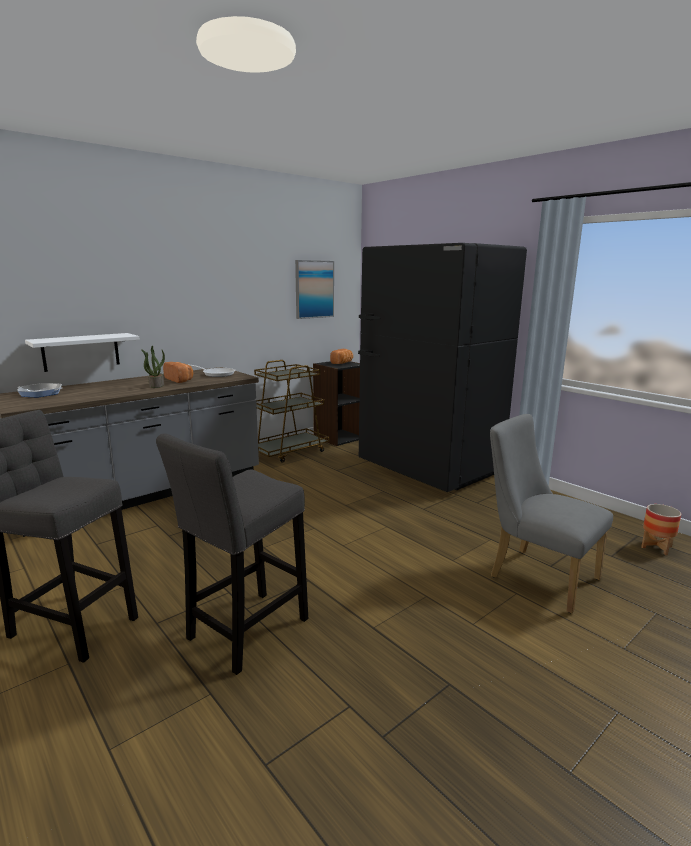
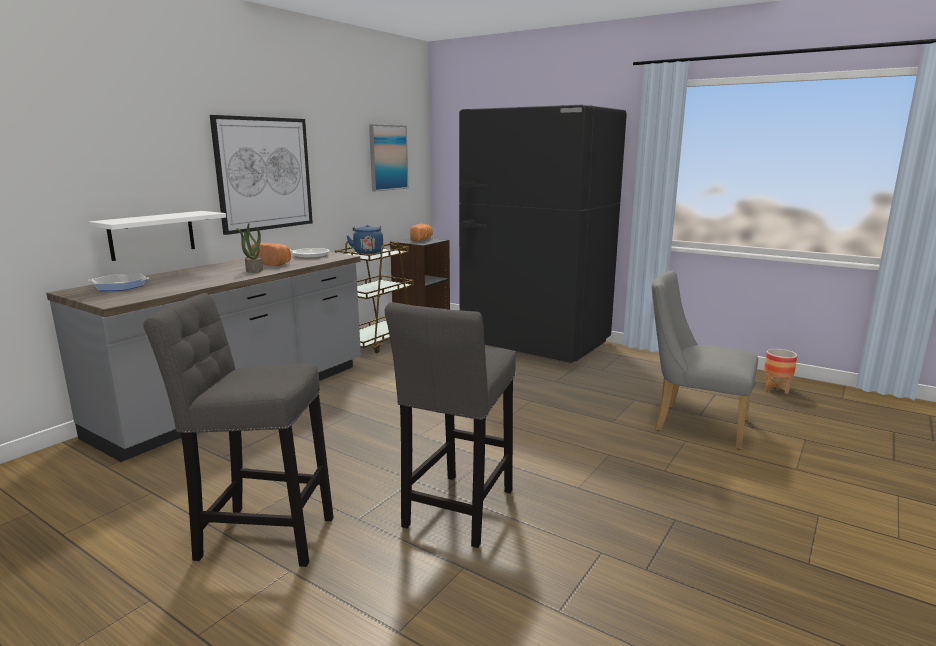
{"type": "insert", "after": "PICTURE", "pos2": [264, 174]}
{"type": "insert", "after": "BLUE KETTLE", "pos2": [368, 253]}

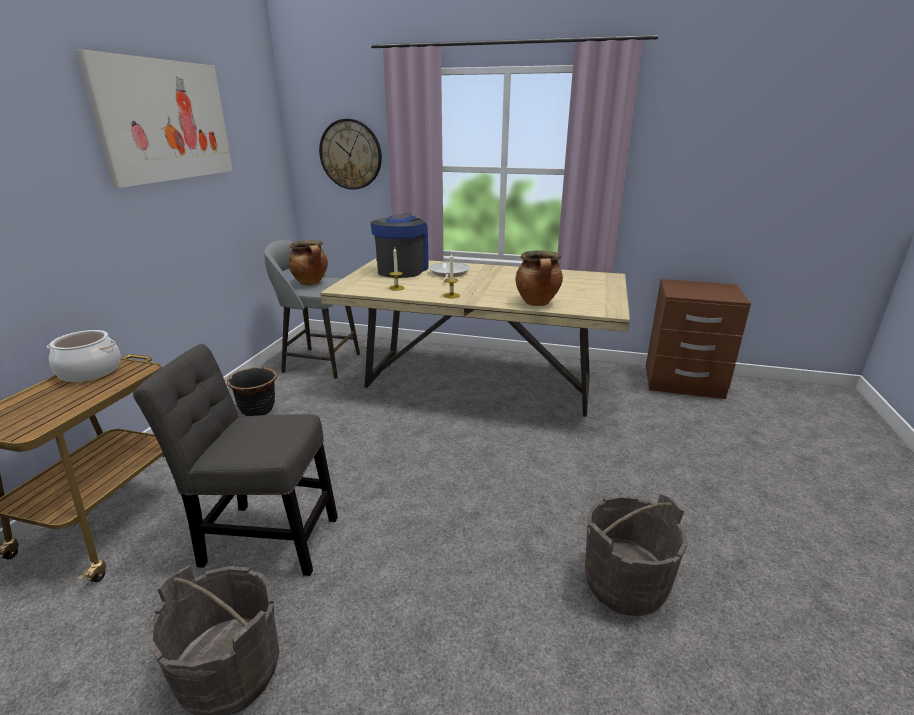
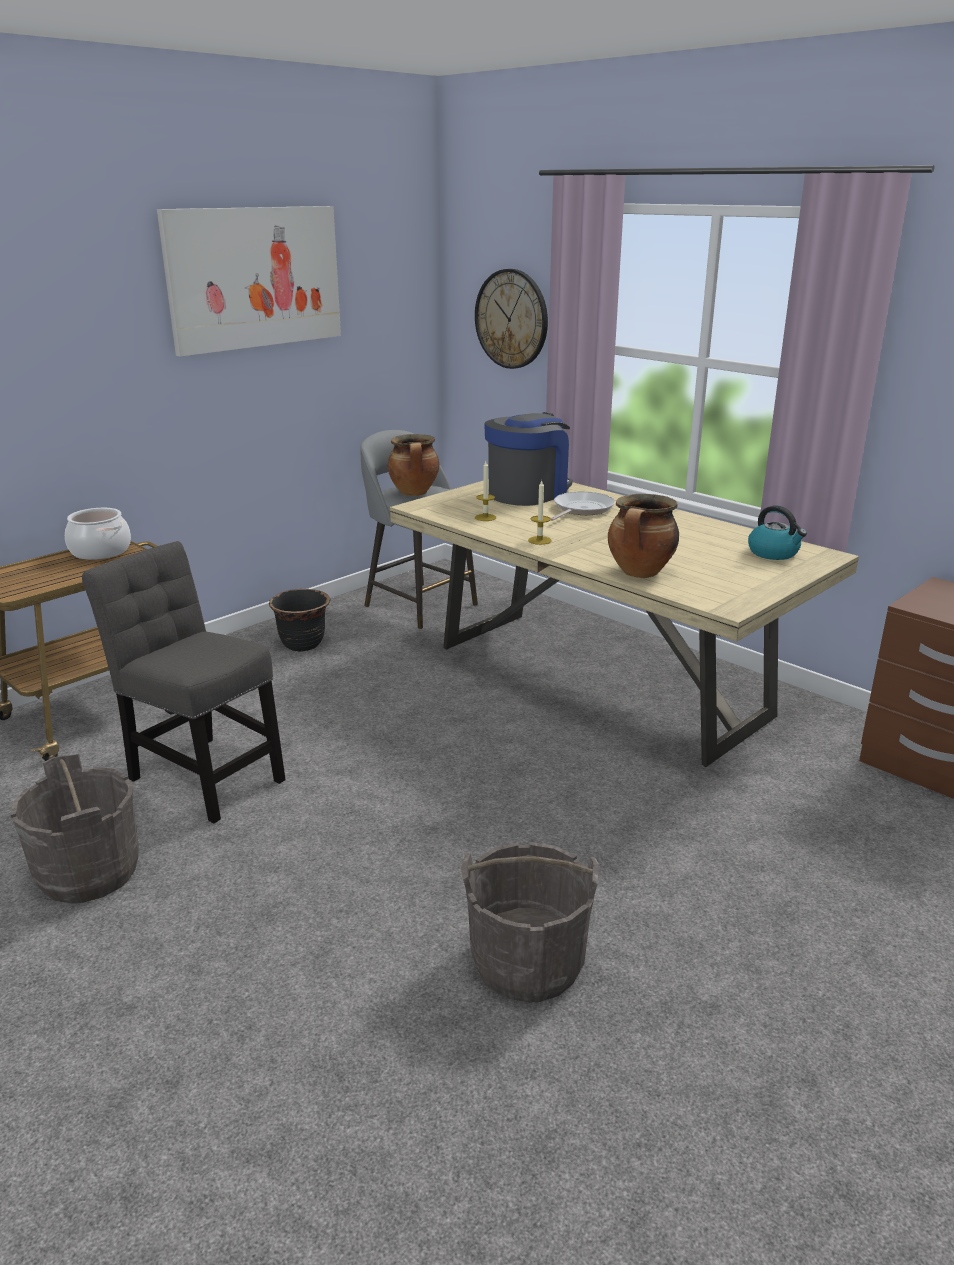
{"type": "insert", "after": "KETTLE", "pos2": [774, 553]}

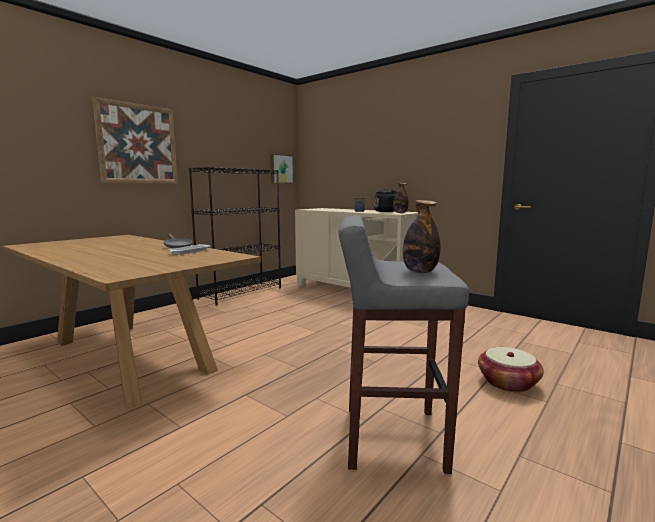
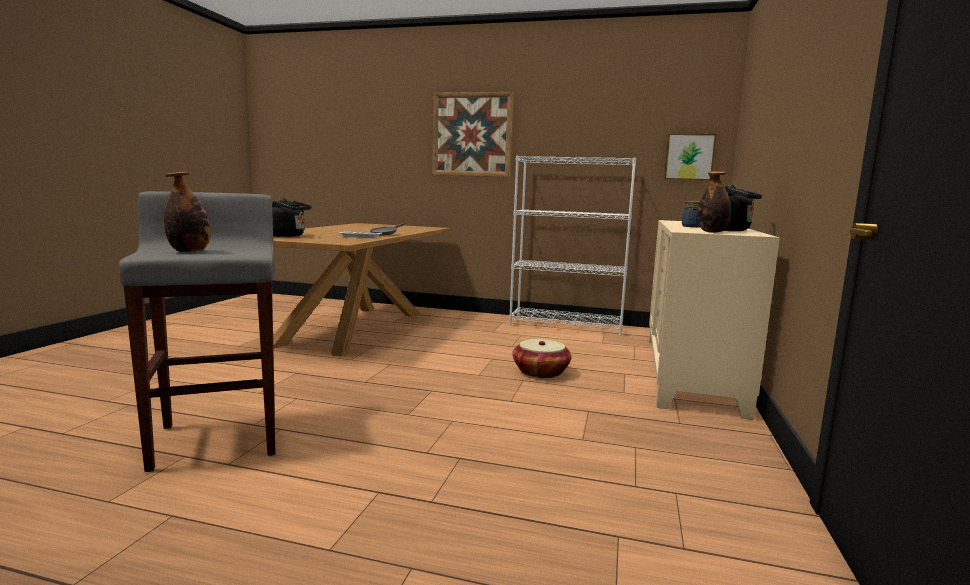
{"type": "insert", "after": "BLACK KETTLE", "pos2": [288, 236]}
{"type": "recolor", "before": "BLACK BOOKCASE", "after": "WHITE BOOKCASE", "pos1": [241, 293], "pos2": [567, 325]}
{"type": "move", "before": "BASKET", "pos1": [508, 383], "pos2": [540, 372]}

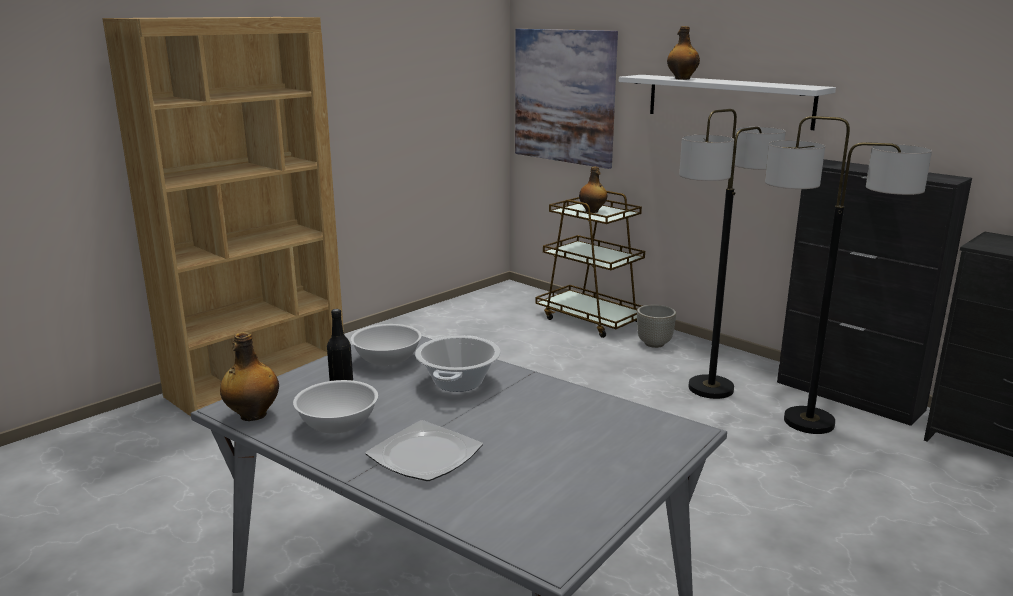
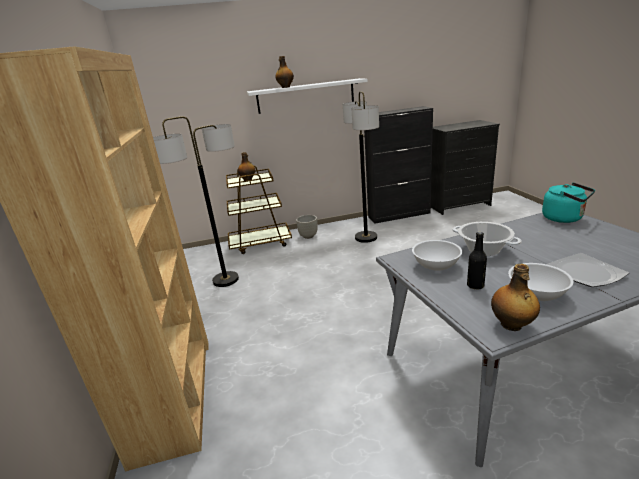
{"type": "move", "before": "FLOOR LAMP", "pos1": [809, 422], "pos2": [226, 280]}
{"type": "insert", "after": "TURQUOISE KETTLE", "pos2": [564, 218]}
{"type": "delete", "before": "PICTURE", "pos1": [564, 96]}

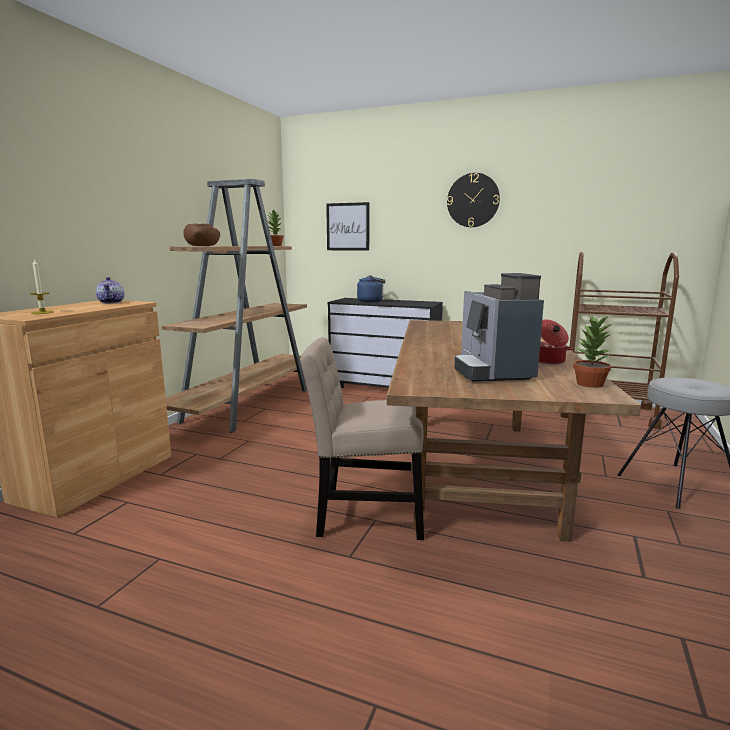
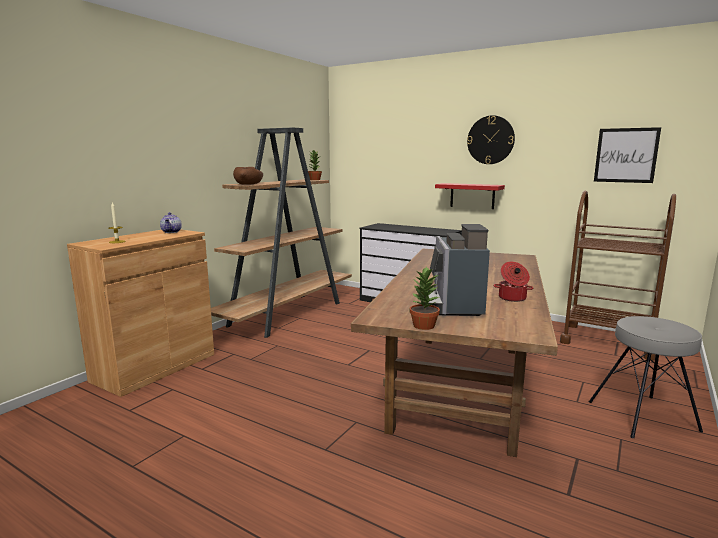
{"type": "move", "before": "POTTED PLANT", "pos1": [589, 384], "pos2": [423, 326]}
{"type": "insert", "after": "RED SHELF", "pos2": [472, 196]}
{"type": "move", "before": "PICTURE", "pos1": [348, 226], "pos2": [626, 155]}
{"type": "delete", "before": "BEIGE CHAIR", "pos1": [365, 517]}
{"type": "delete", "before": "BLUE KETTLE", "pos1": [372, 301]}

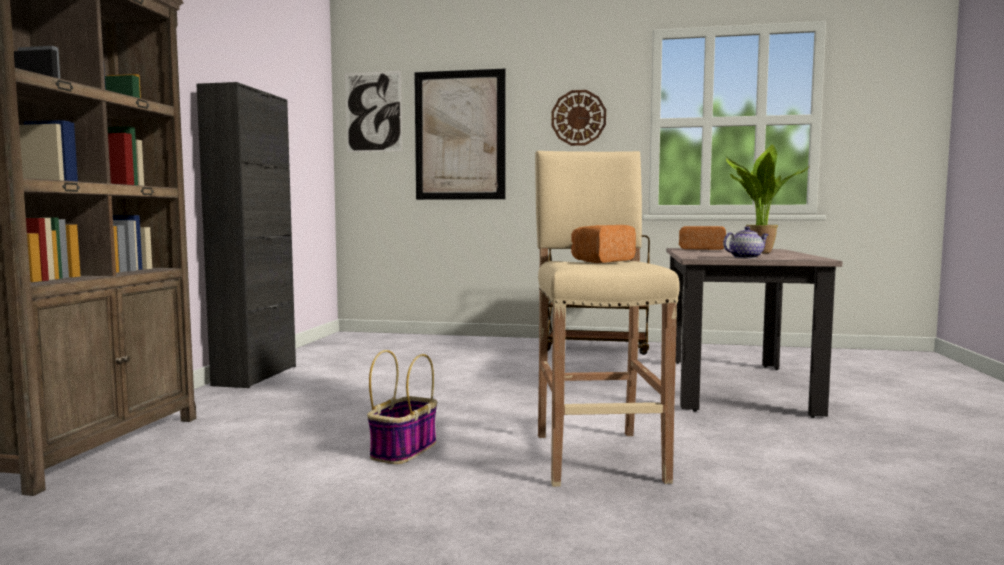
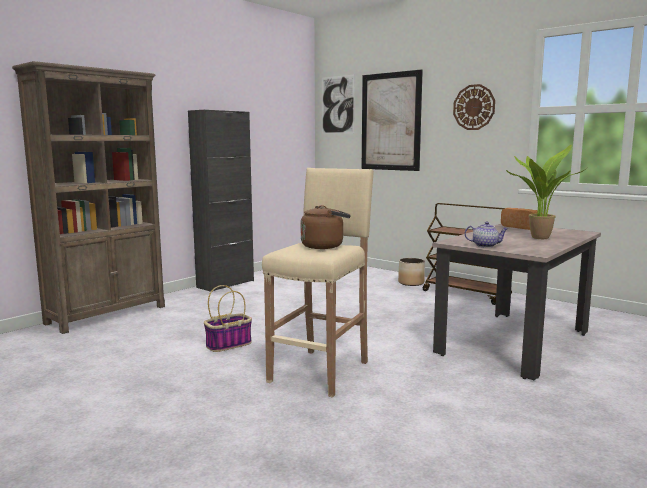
{"type": "replace", "before": "BREAD", "after": "BROWN KETTLE", "pos1": [601, 261], "pos2": [324, 246]}
{"type": "insert", "after": "PLANTER", "pos2": [411, 283]}

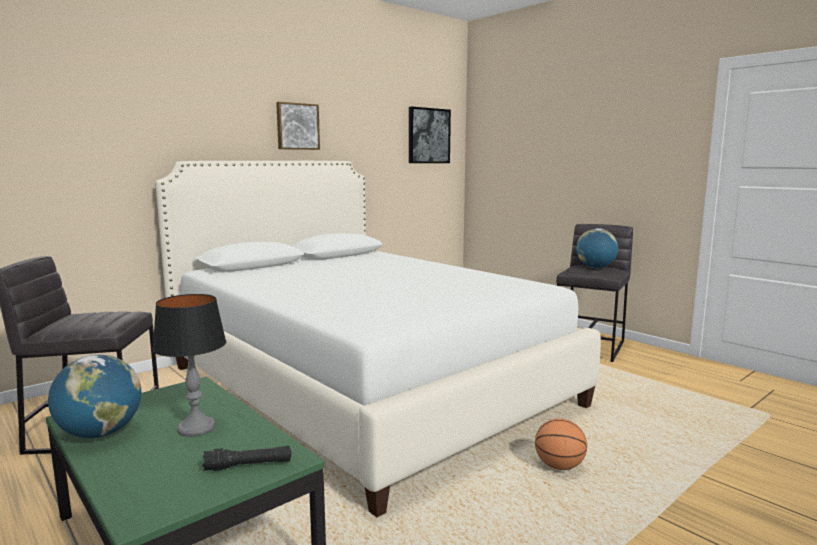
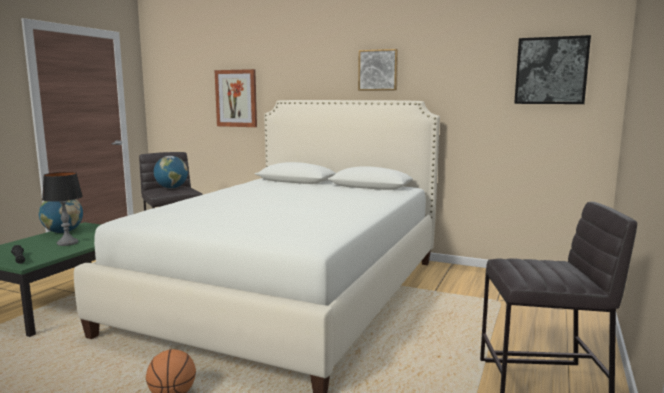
{"type": "move", "before": "GLOBE", "pos1": [595, 267], "pos2": [171, 188]}
{"type": "insert", "after": "PICTURE", "pos2": [236, 98]}

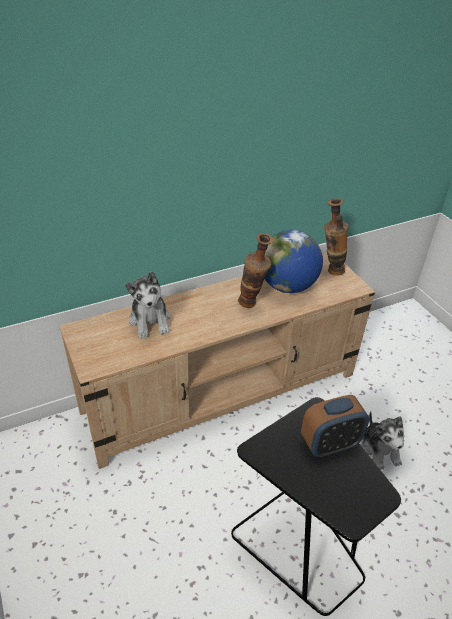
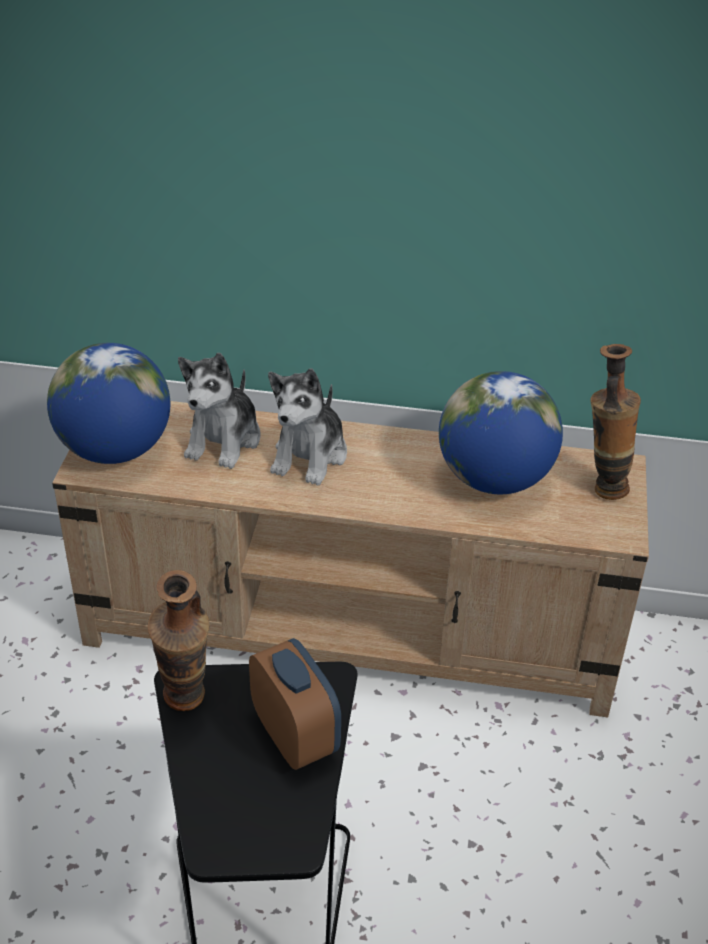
{"type": "insert", "after": "GLOBE", "pos2": [115, 449]}
{"type": "move", "before": "VASE", "pos1": [252, 305], "pos2": [186, 707]}
{"type": "rotate", "before": "ALARM CLOCK", "pos1": [330, 444], "pos2": [295, 736], "turn": -135}
{"type": "move", "before": "PLUSH TOY", "pos1": [379, 450], "pos2": [310, 455]}

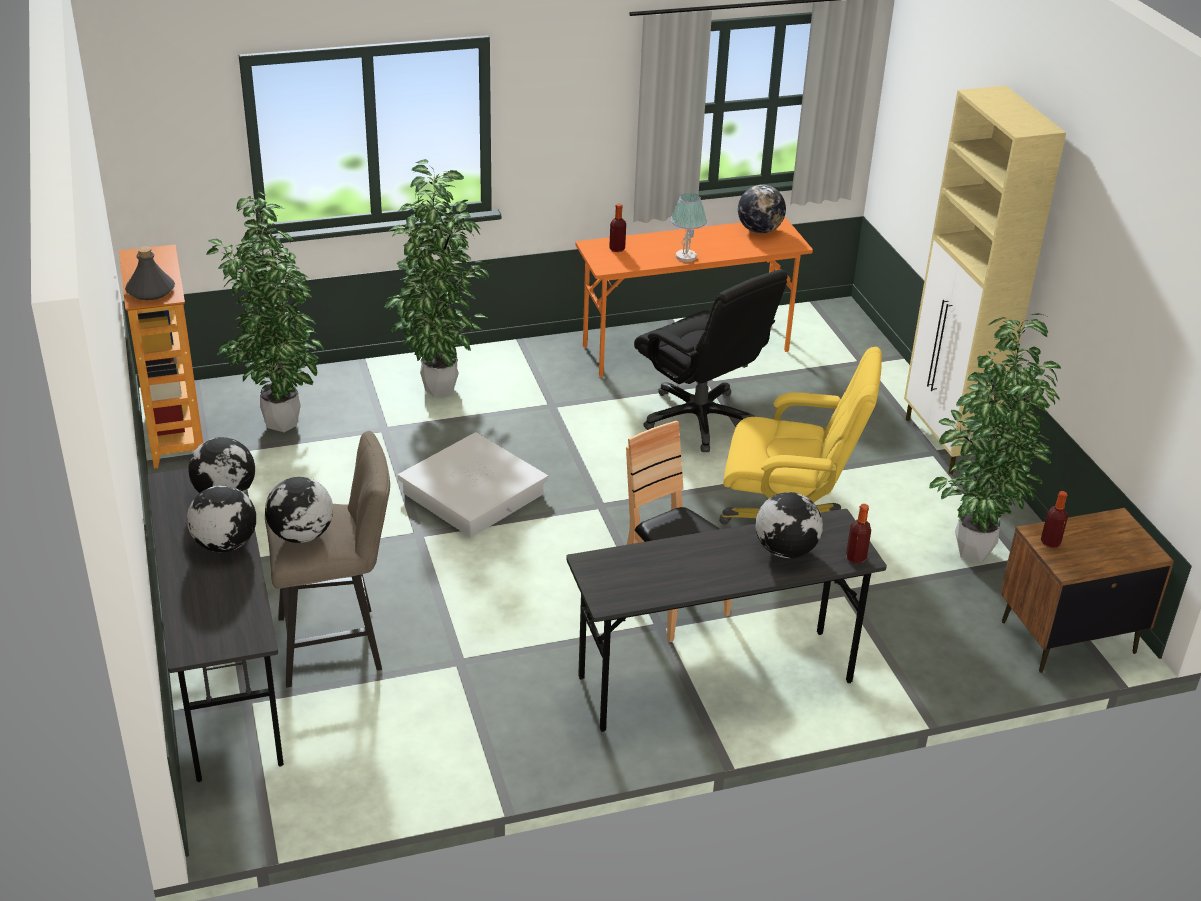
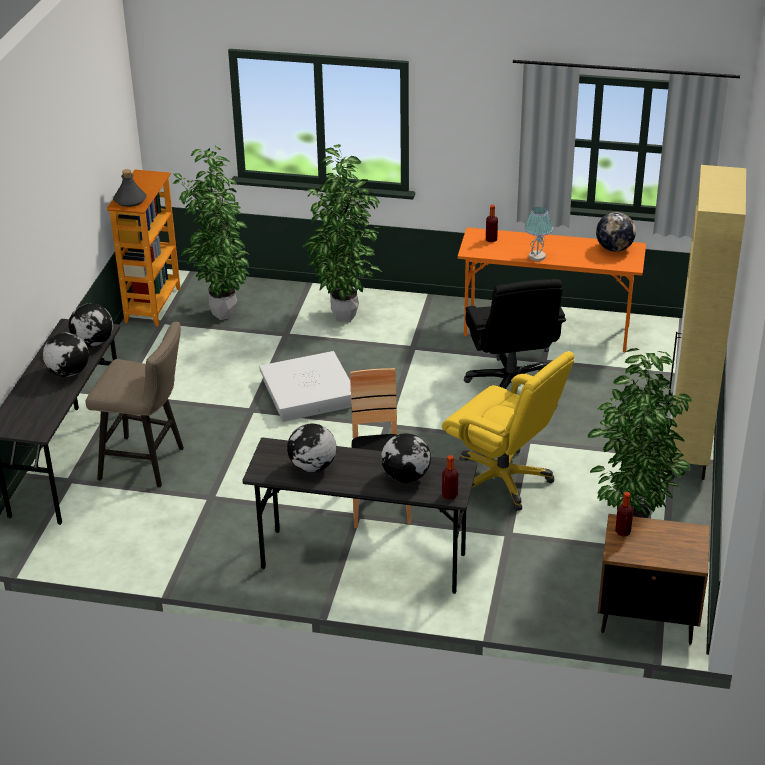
{"type": "move", "before": "GLOBE", "pos1": [301, 536], "pos2": [312, 467]}

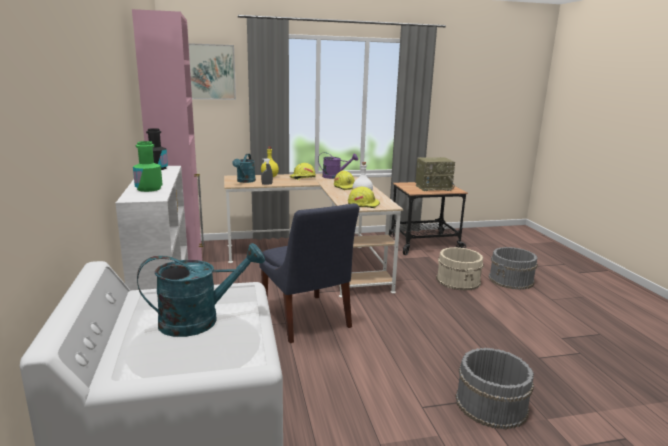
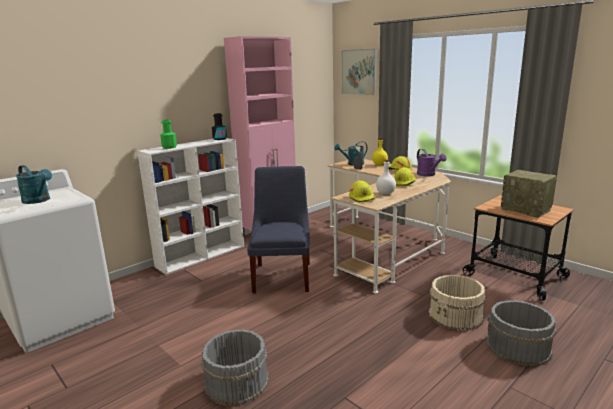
{"type": "rotate", "before": "BLUE CHAIR", "pos1": [306, 320], "pos2": [283, 275], "turn": 150}

